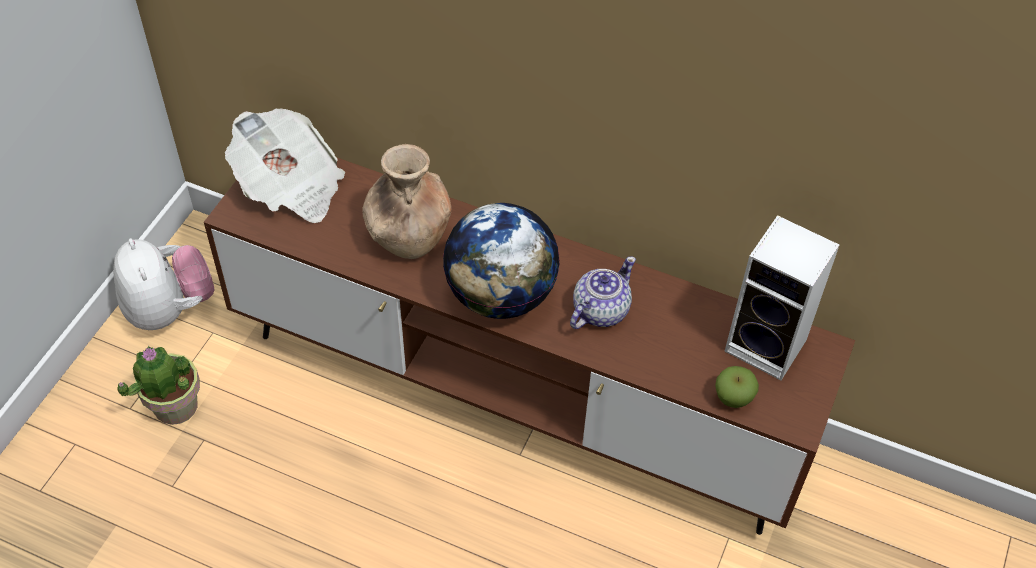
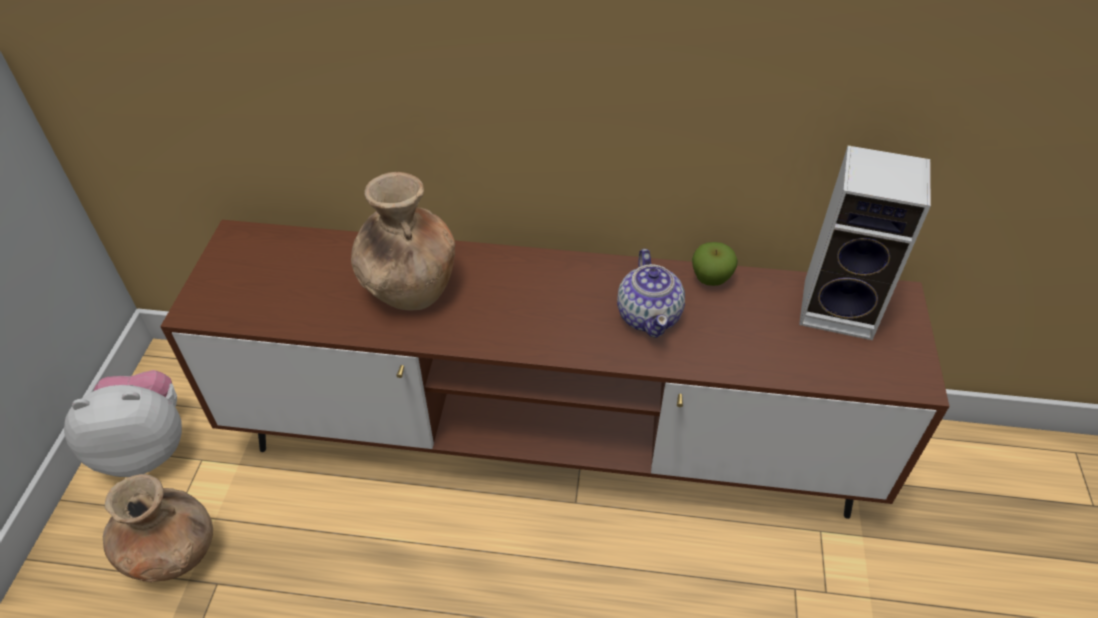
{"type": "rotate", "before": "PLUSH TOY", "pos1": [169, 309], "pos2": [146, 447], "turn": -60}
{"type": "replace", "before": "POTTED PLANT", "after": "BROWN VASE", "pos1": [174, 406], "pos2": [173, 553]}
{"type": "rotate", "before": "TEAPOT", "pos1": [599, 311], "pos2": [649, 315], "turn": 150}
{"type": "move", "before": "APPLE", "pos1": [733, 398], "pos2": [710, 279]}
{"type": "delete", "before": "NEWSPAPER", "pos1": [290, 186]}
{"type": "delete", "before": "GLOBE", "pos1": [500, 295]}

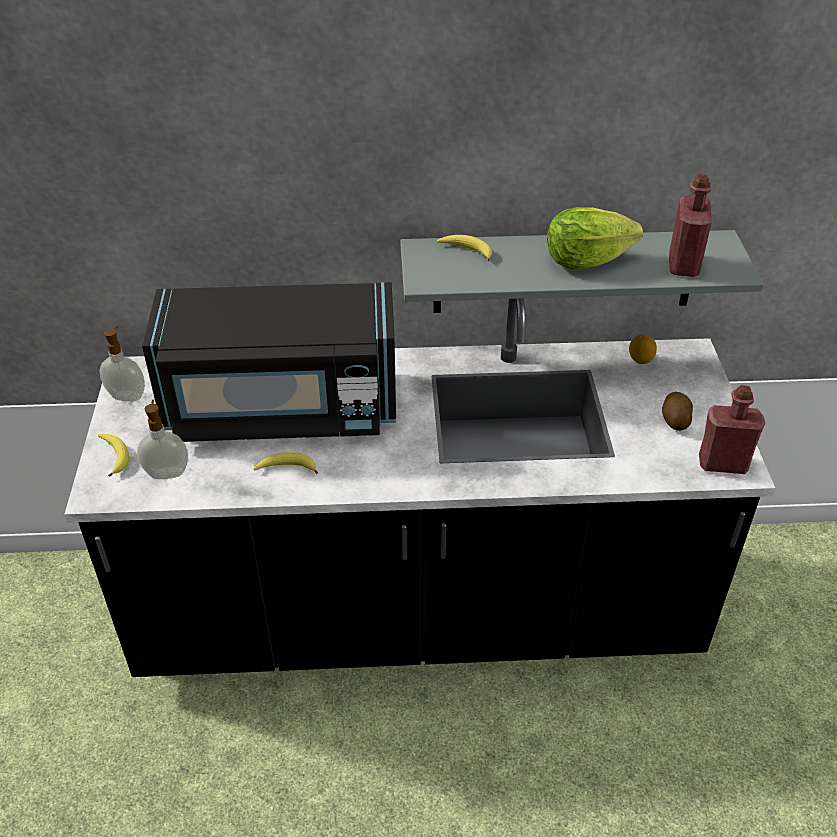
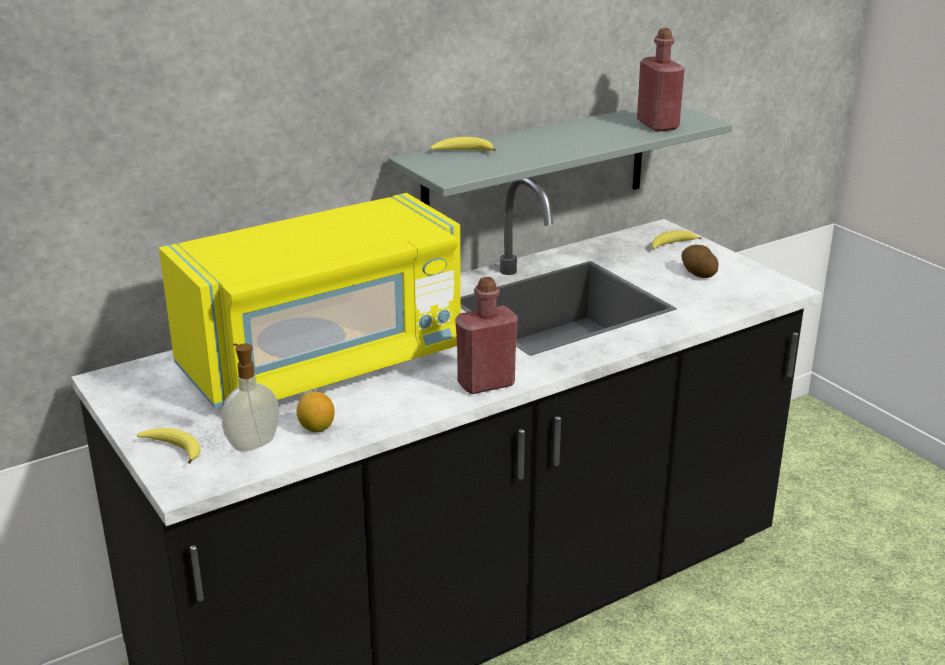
{"type": "recolor", "before": "BLACK MICROWAVE", "after": "YELLOW MICROWAVE", "pos1": [282, 408], "pos2": [325, 361]}
{"type": "move", "before": "LEMON", "pos1": [640, 360], "pos2": [316, 428]}
{"type": "move", "before": "RED BOTTLE", "pos1": [722, 464], "pos2": [486, 384]}
{"type": "move", "before": "BANANA", "pos1": [287, 468], "pos2": [671, 245]}
{"type": "delete", "before": "SOAP DISPENSER", "pos1": [127, 396]}
{"type": "delete", "before": "LETTUCE", "pos1": [585, 260]}

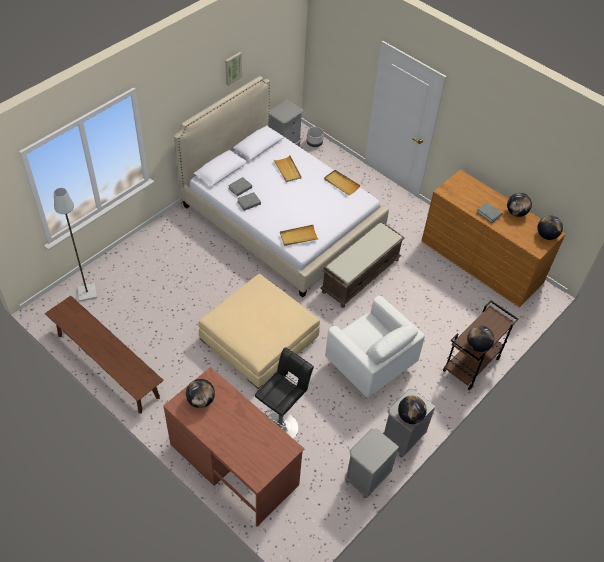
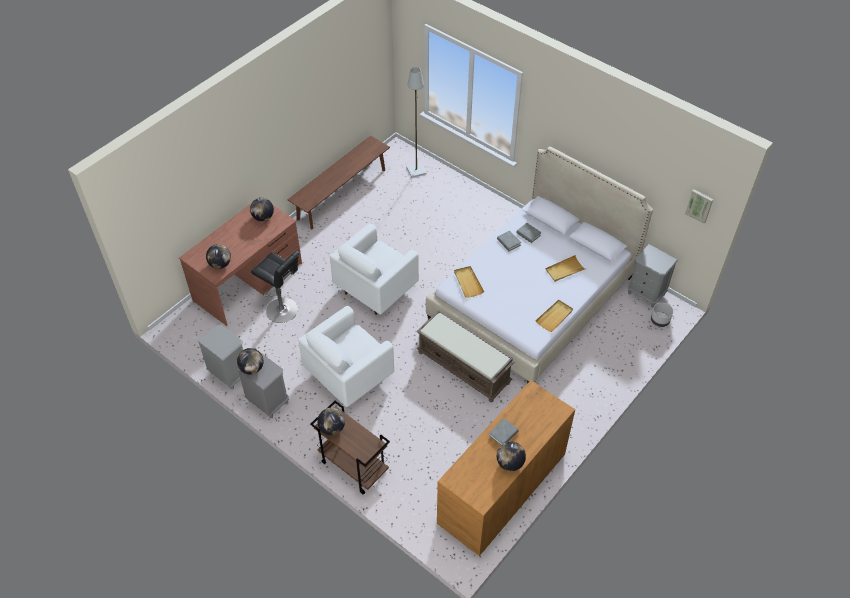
{"type": "move", "before": "GLOBE", "pos1": [546, 235], "pos2": [220, 264]}
{"type": "replace", "before": "BEIGE OTTOMAN", "after": "WHITE ARMCHAIR", "pos1": [259, 338], "pos2": [376, 289]}
{"type": "move", "before": "PICTURE", "pos1": [232, 68], "pos2": [699, 205]}

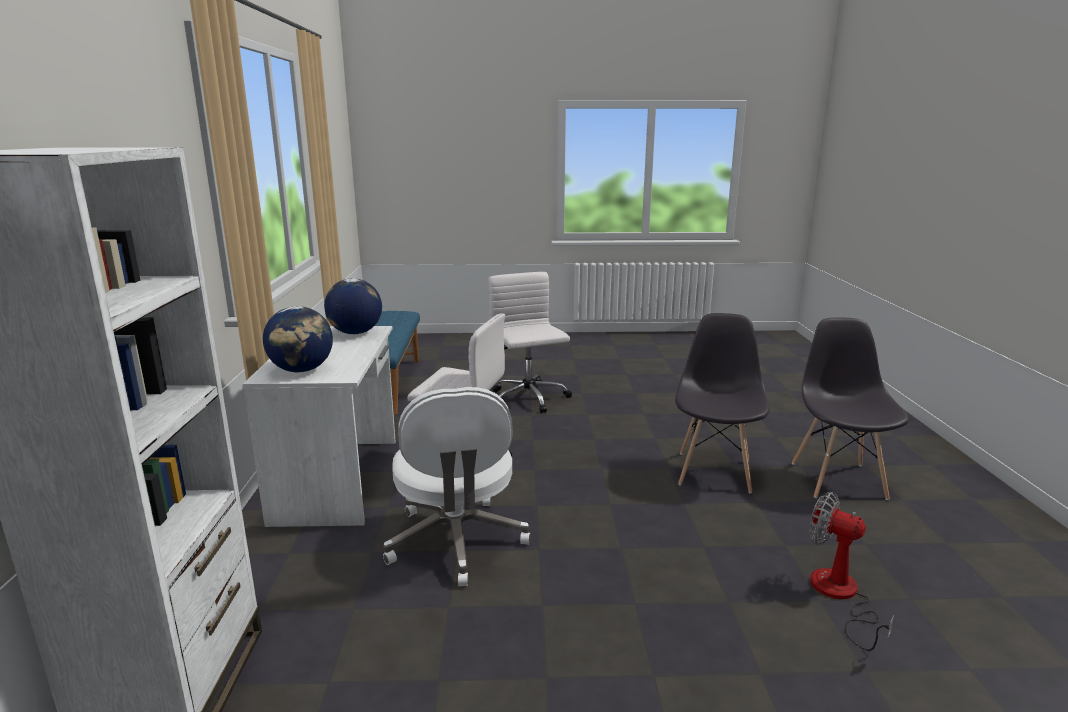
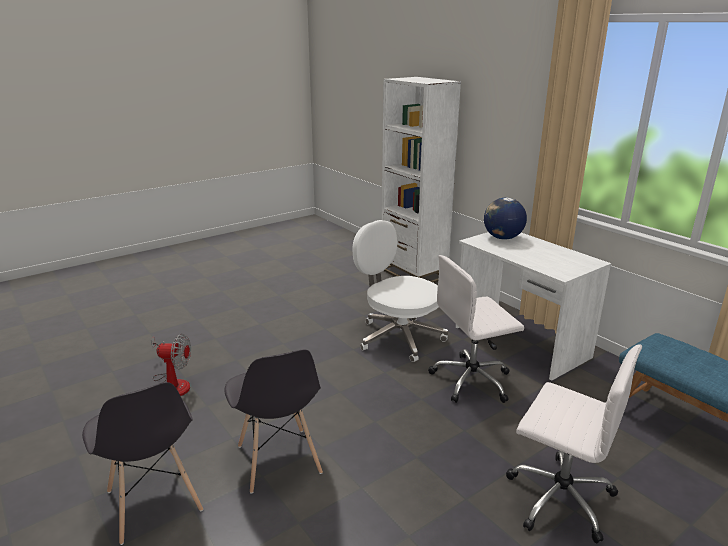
{"type": "delete", "before": "GLOBE", "pos1": [355, 333]}

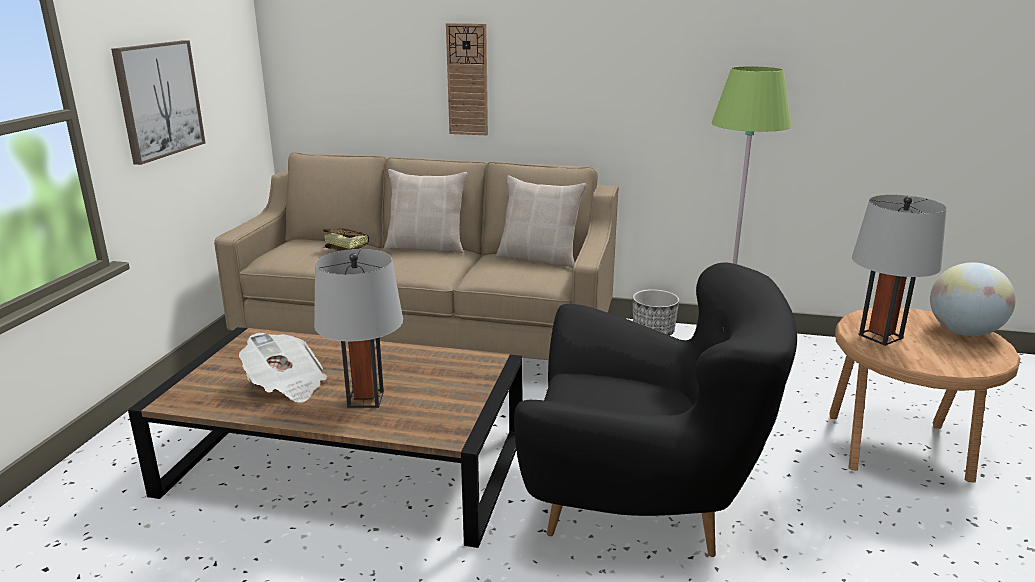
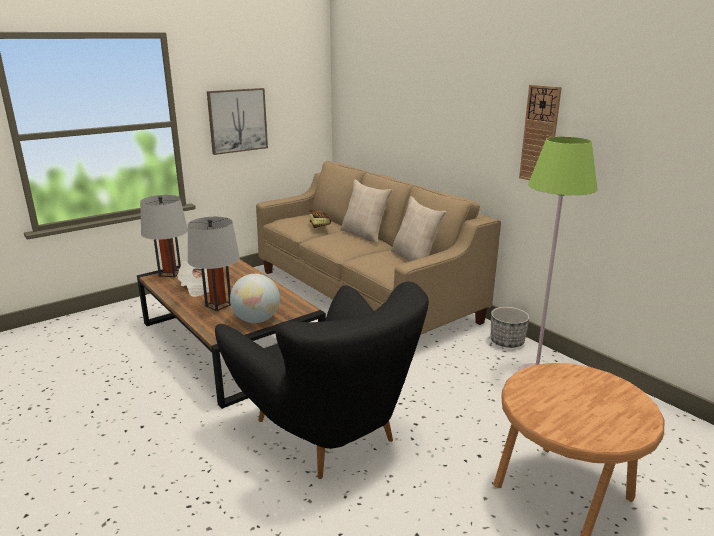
{"type": "move", "before": "GREY TABLE LAMP", "pos1": [880, 336], "pos2": [170, 273]}
{"type": "move", "before": "GLOBE", "pos1": [963, 332], "pos2": [256, 320]}
{"type": "move", "before": "WALL CLOCK", "pos1": [467, 80], "pos2": [540, 134]}

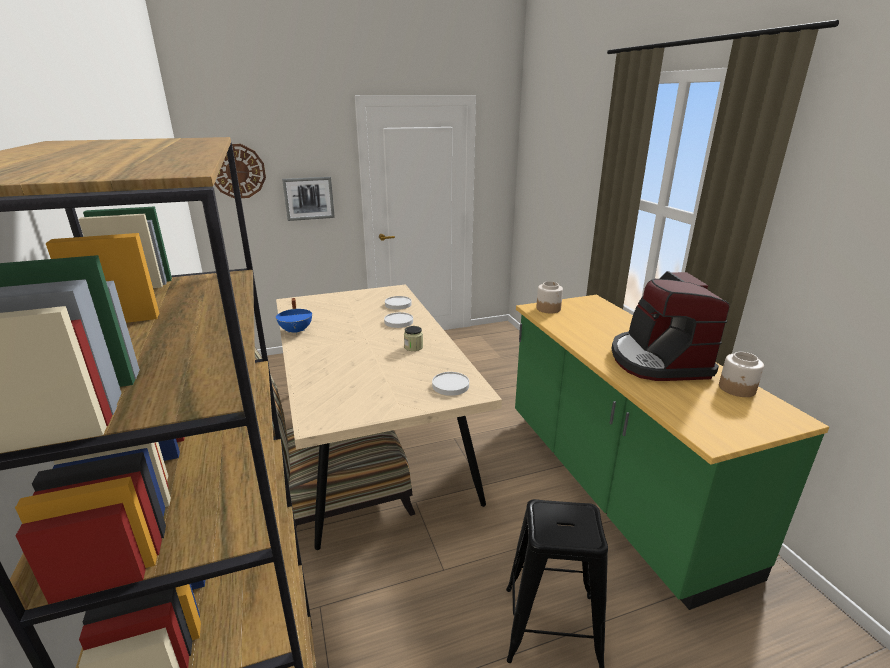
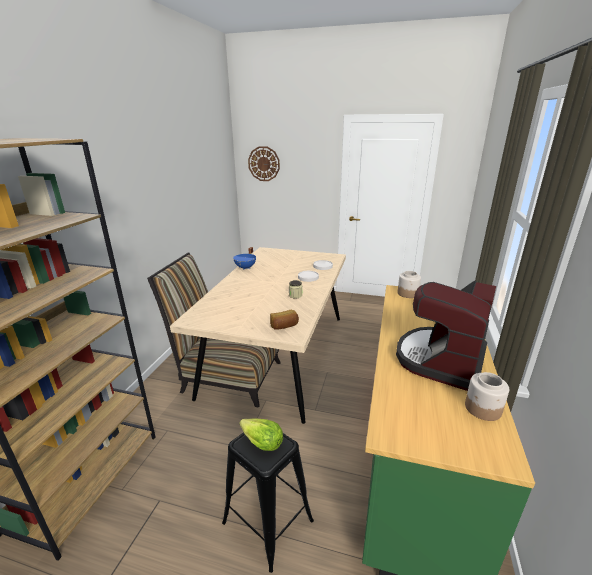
{"type": "insert", "after": "LETTUCE", "pos2": [261, 443]}
{"type": "replace", "before": "WHITE PLATE", "after": "BREAD", "pos1": [450, 386], "pos2": [284, 326]}
{"type": "delete", "before": "PICTURE", "pos1": [309, 198]}

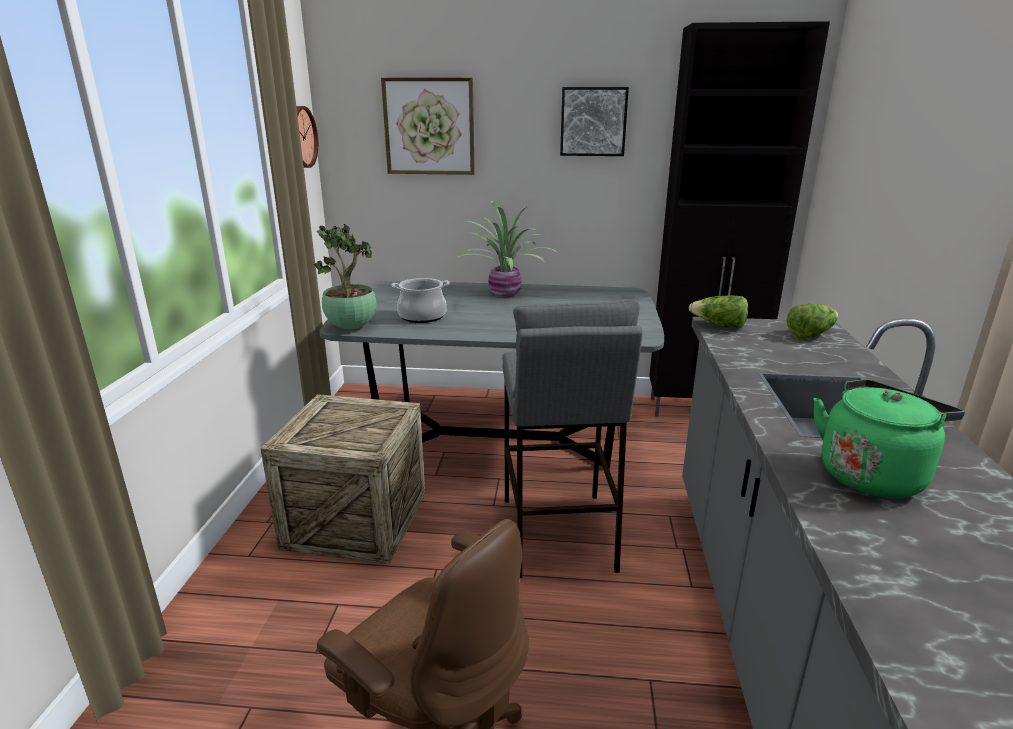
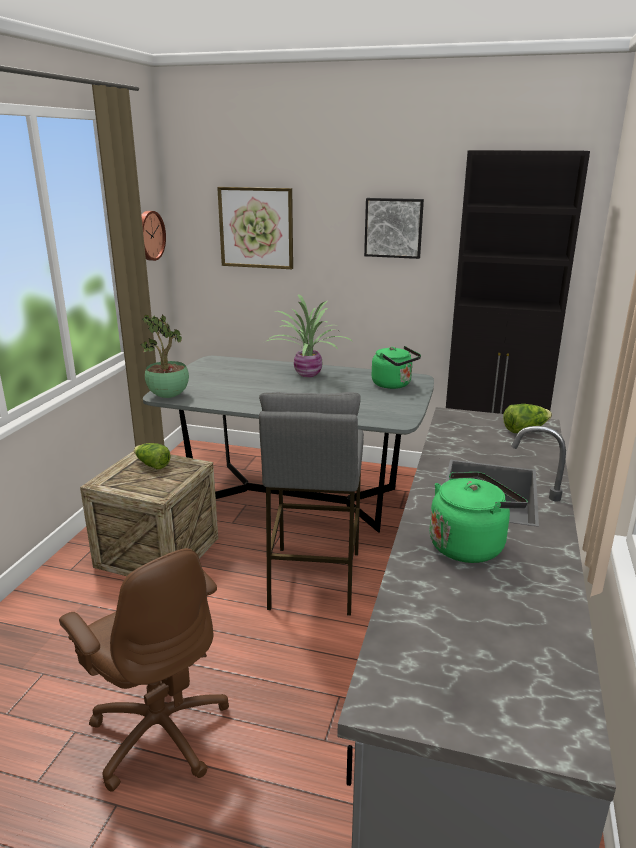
{"type": "move", "before": "LETTUCE", "pos1": [719, 325], "pos2": [152, 465]}
{"type": "insert", "after": "GREEN KETTLE", "pos2": [393, 385]}
{"type": "delete", "before": "COOKING POT", "pos1": [422, 316]}

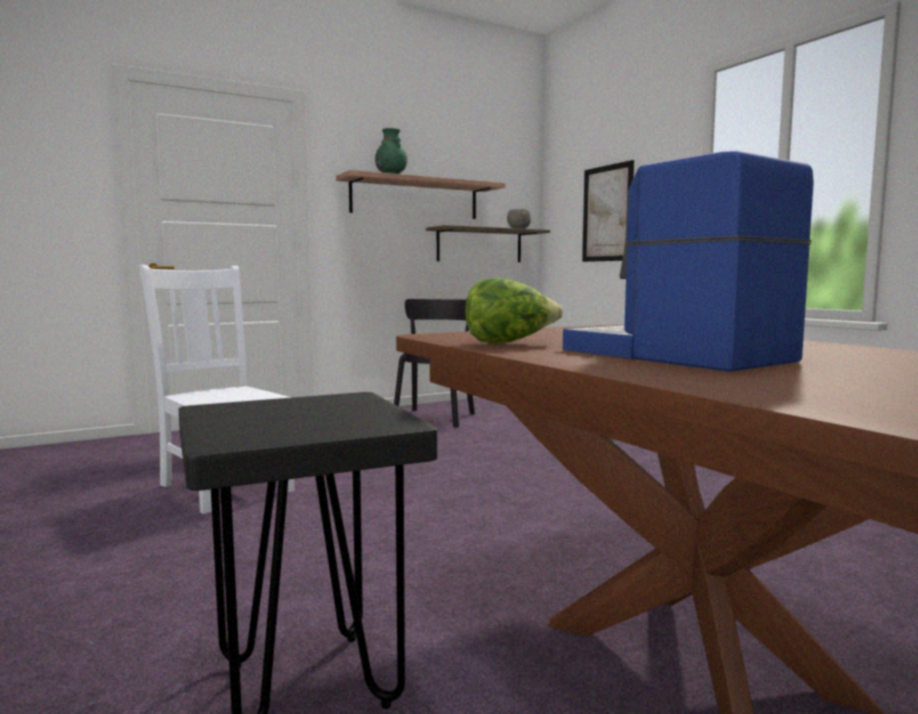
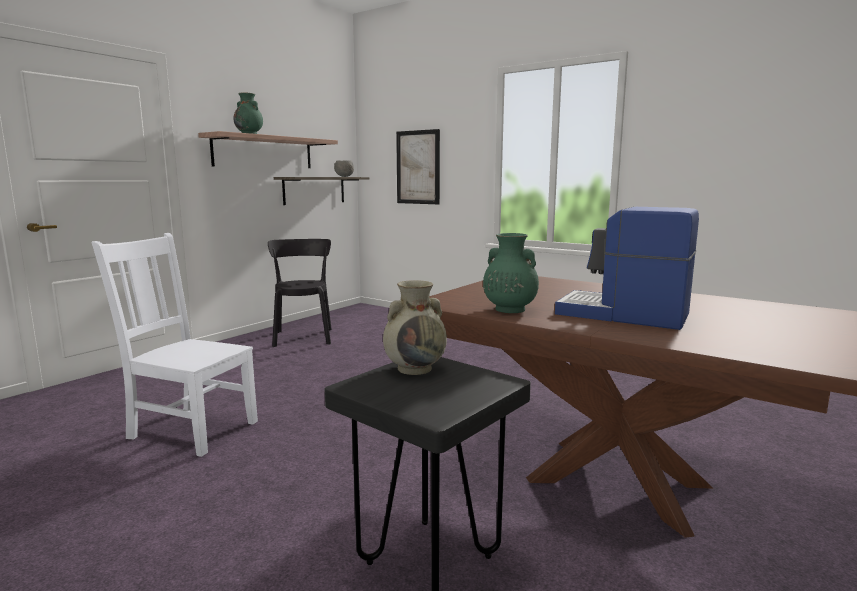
{"type": "insert", "after": "BEIGE VASE", "pos2": [415, 368]}
{"type": "replace", "before": "LETTUCE", "after": "GREEN VASE", "pos1": [509, 343], "pos2": [509, 309]}

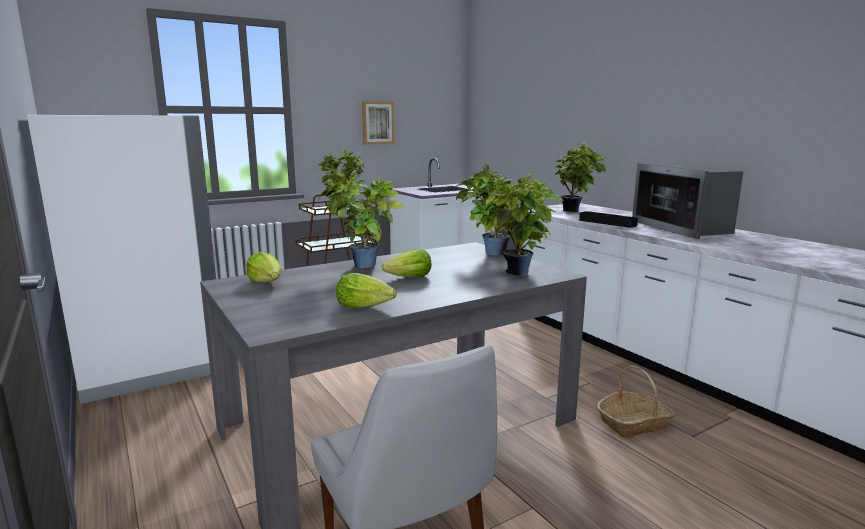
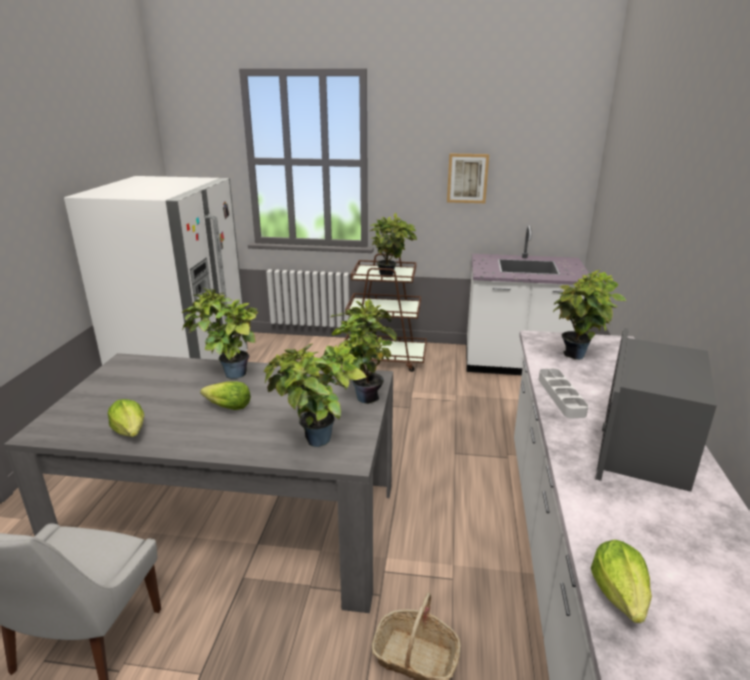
{"type": "recolor", "before": "BLACK TRAY", "after": "WHITE TRAY", "pos1": [607, 222], "pos2": [561, 396]}
{"type": "move", "before": "LETTUCE", "pos1": [267, 282], "pos2": [620, 595]}

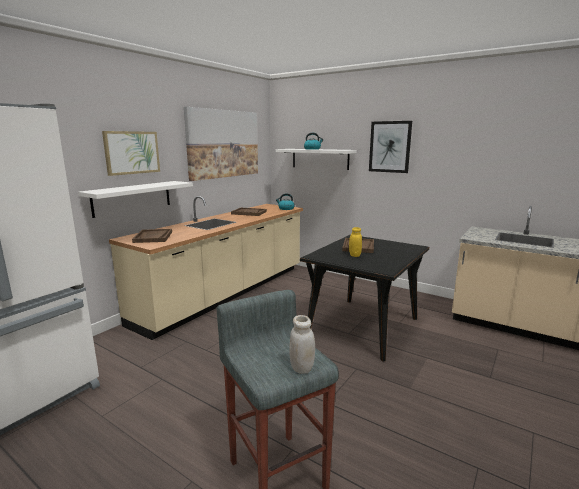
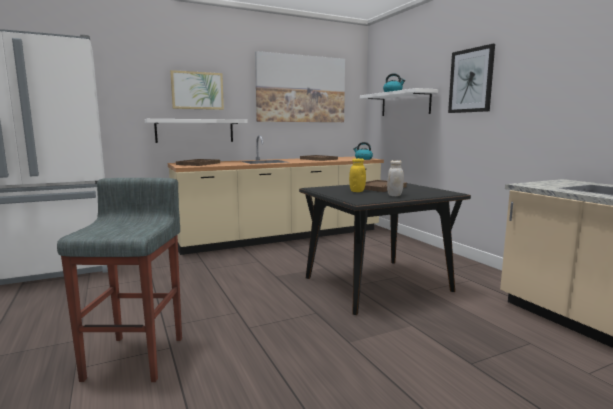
{"type": "move", "before": "WHITE JAR", "pos1": [301, 368], "pos2": [394, 195]}

